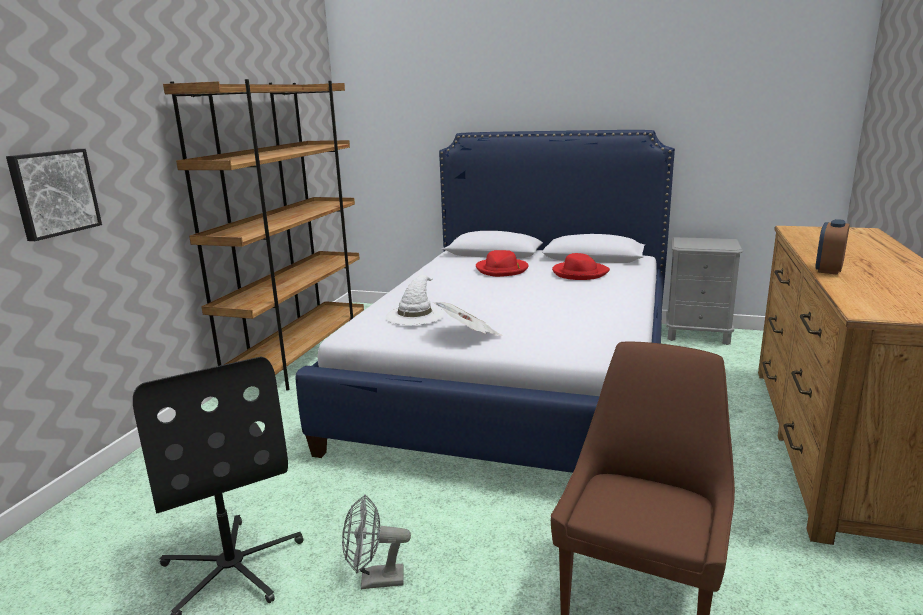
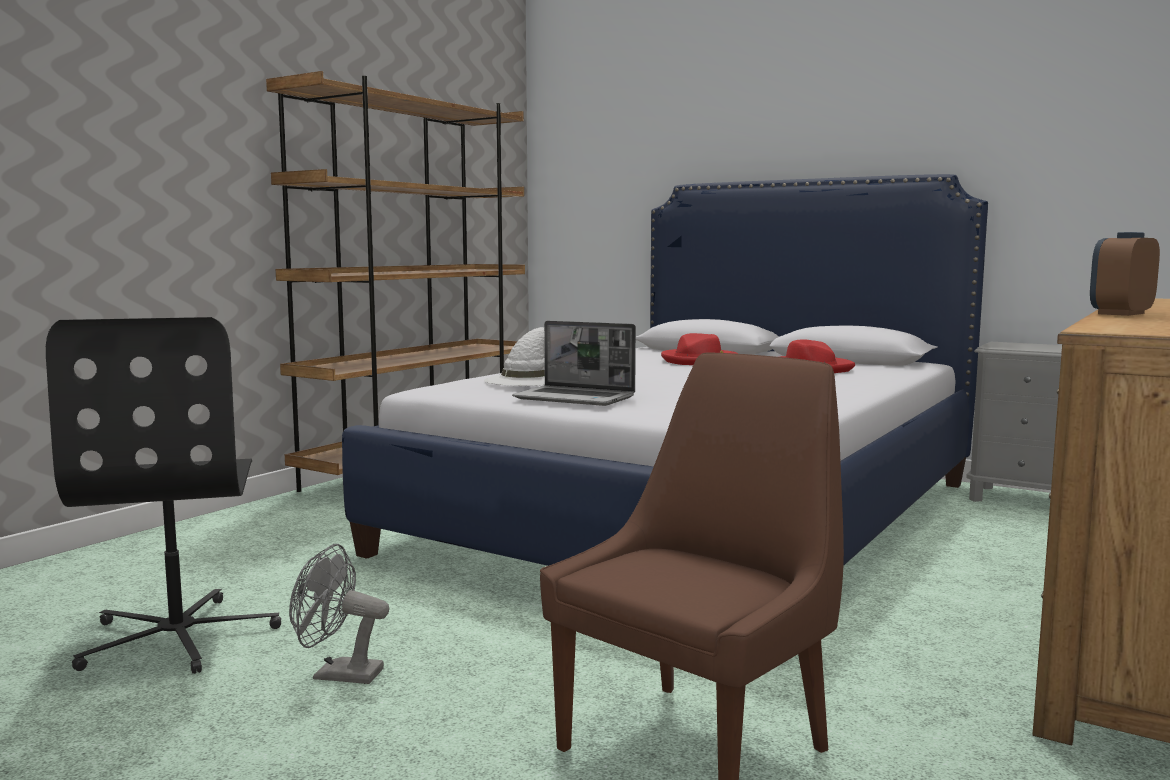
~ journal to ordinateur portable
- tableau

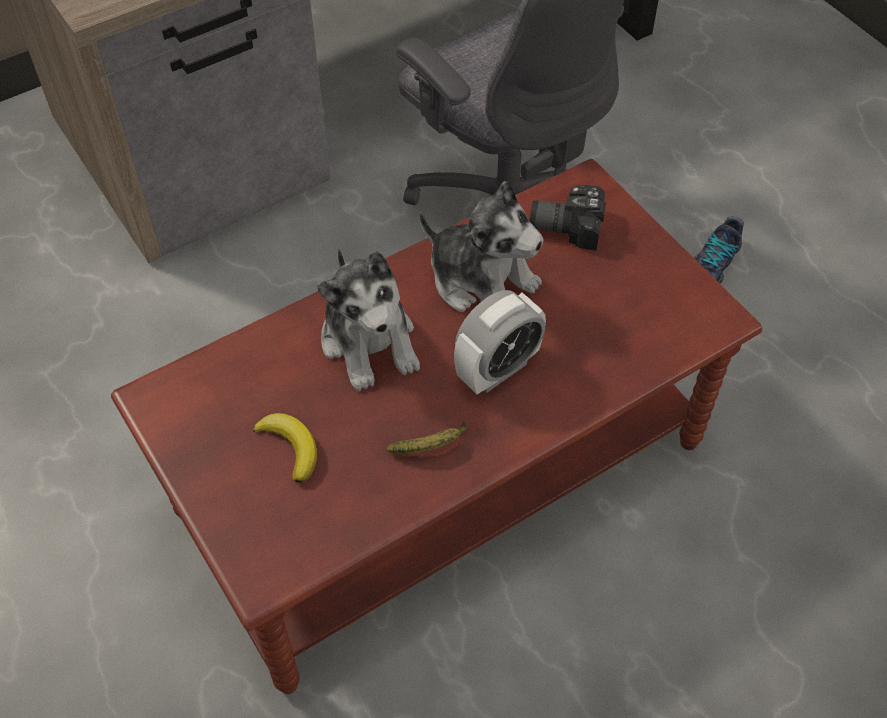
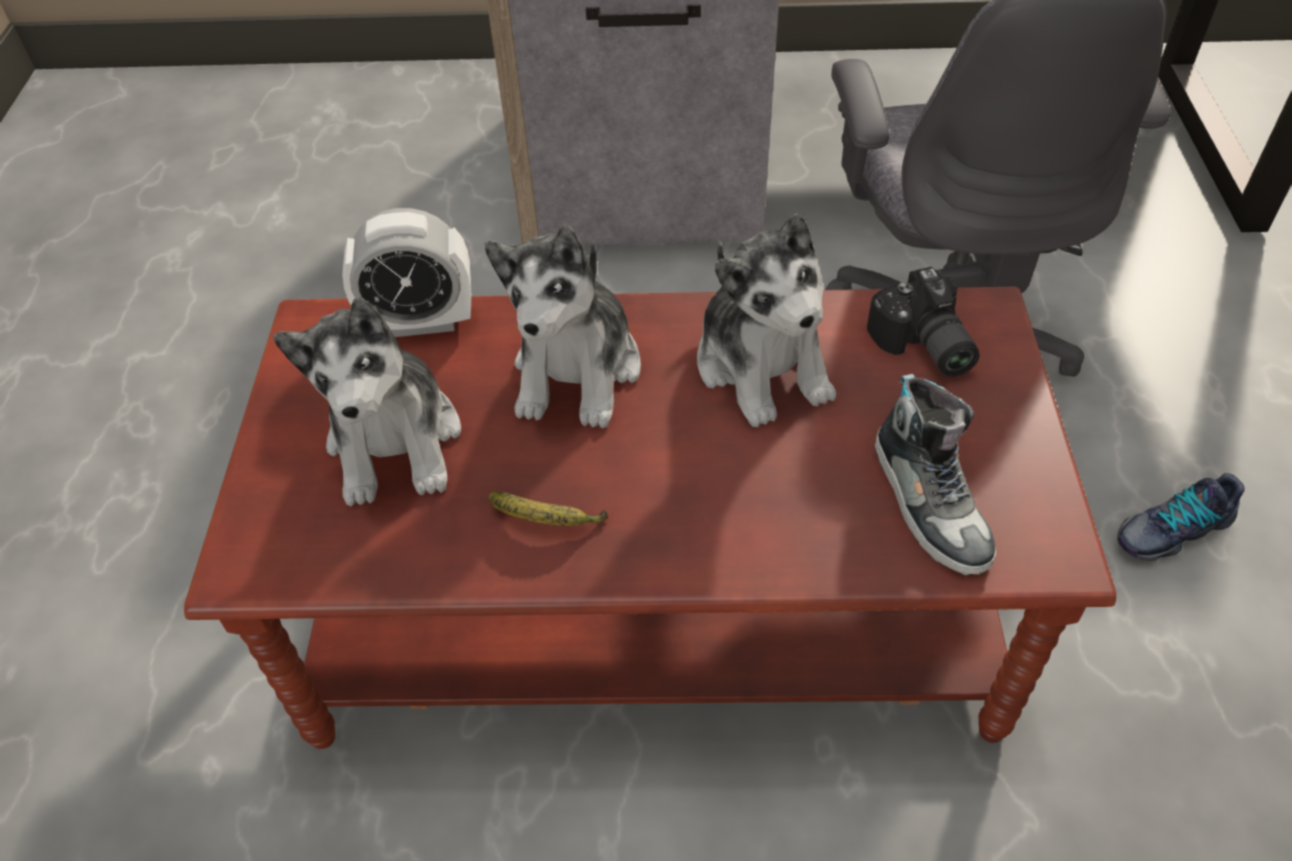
~ banane (no. 1 from left) to peluche (no. 1 from left)
~ réveil
~ appareil photo 150 degrees counterclockwise
+ chaussure (no. 1 from left)

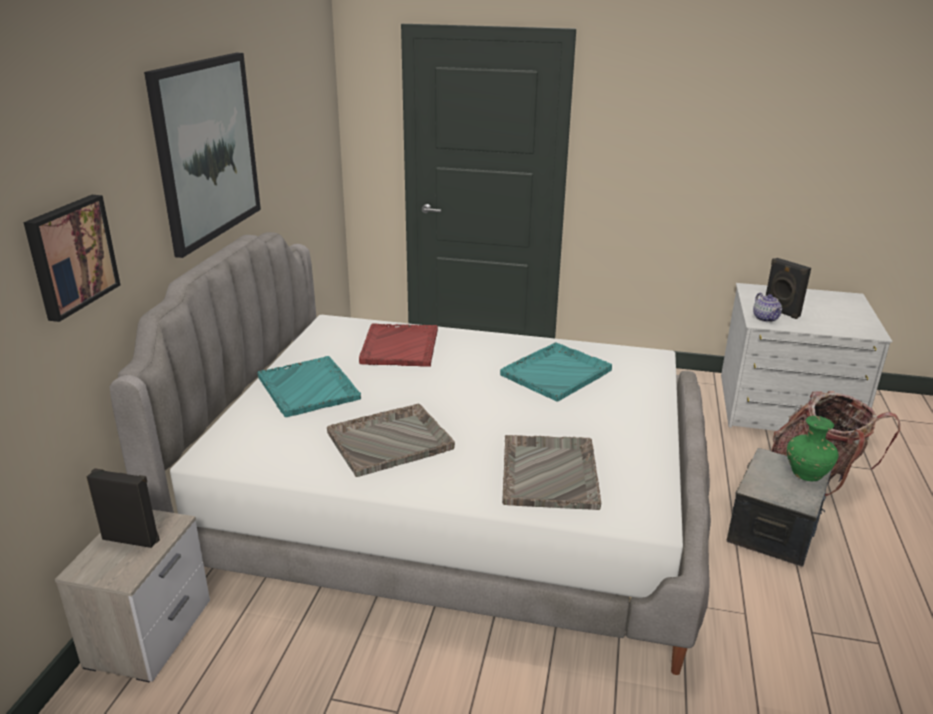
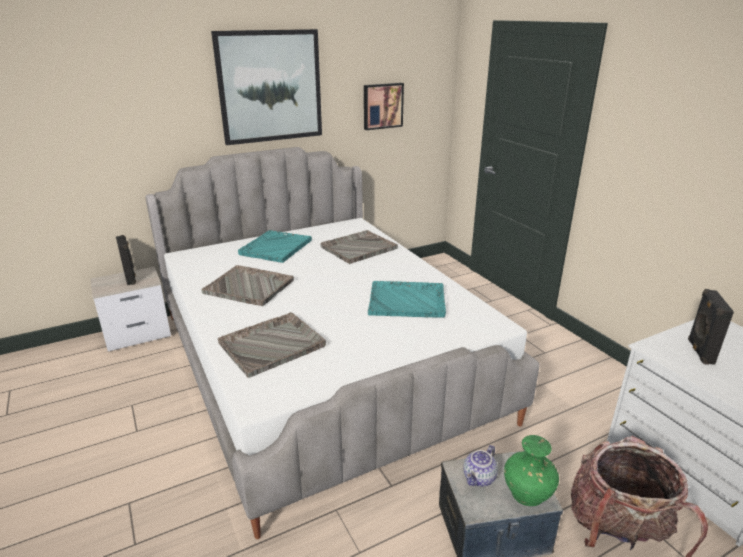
~ plateau (rouge) to plateau (gris) (no. 3 from left)
~ tableau (no. 1 from left in the first image) to tableau (no. 2 from left)
~ théière

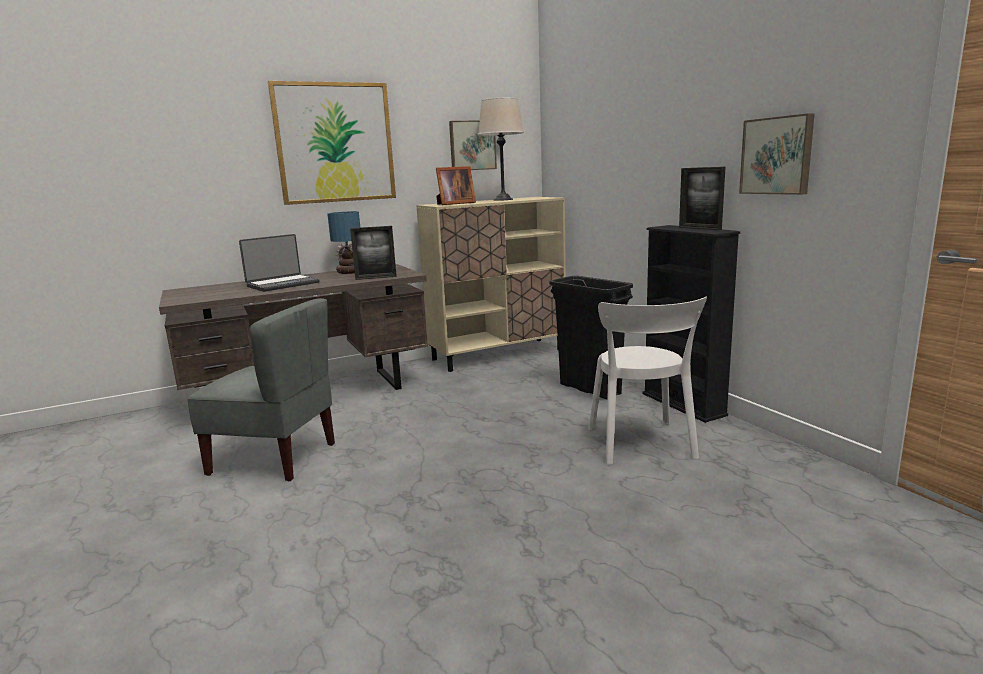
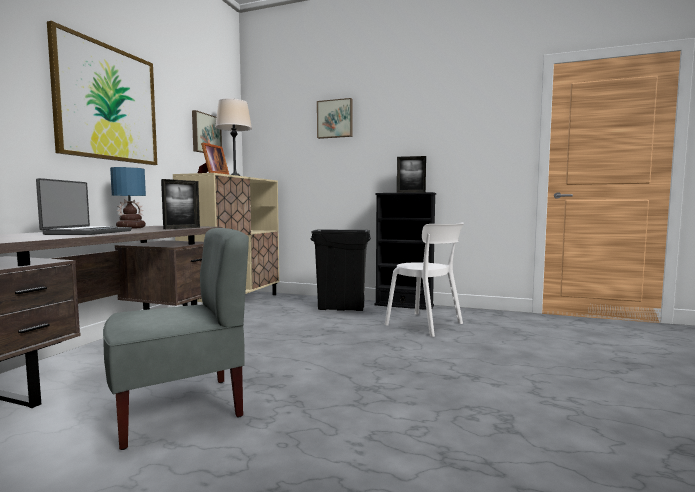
~ tableau (no. 3 from left)

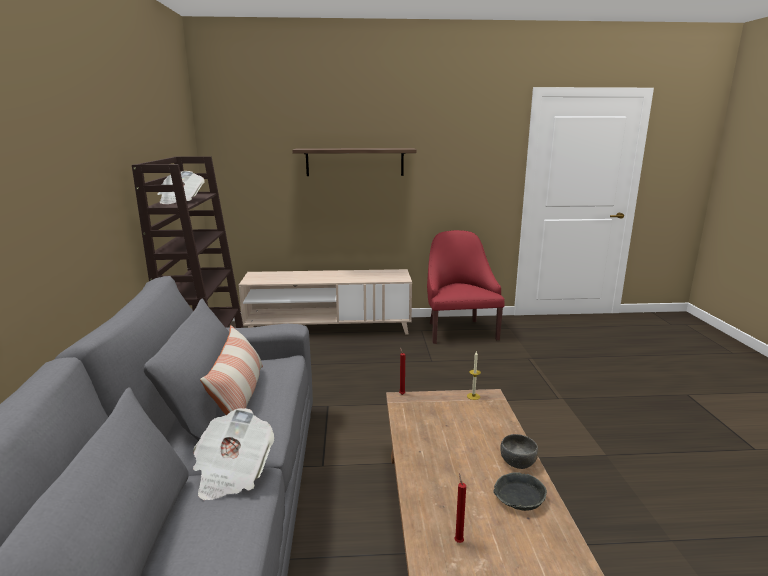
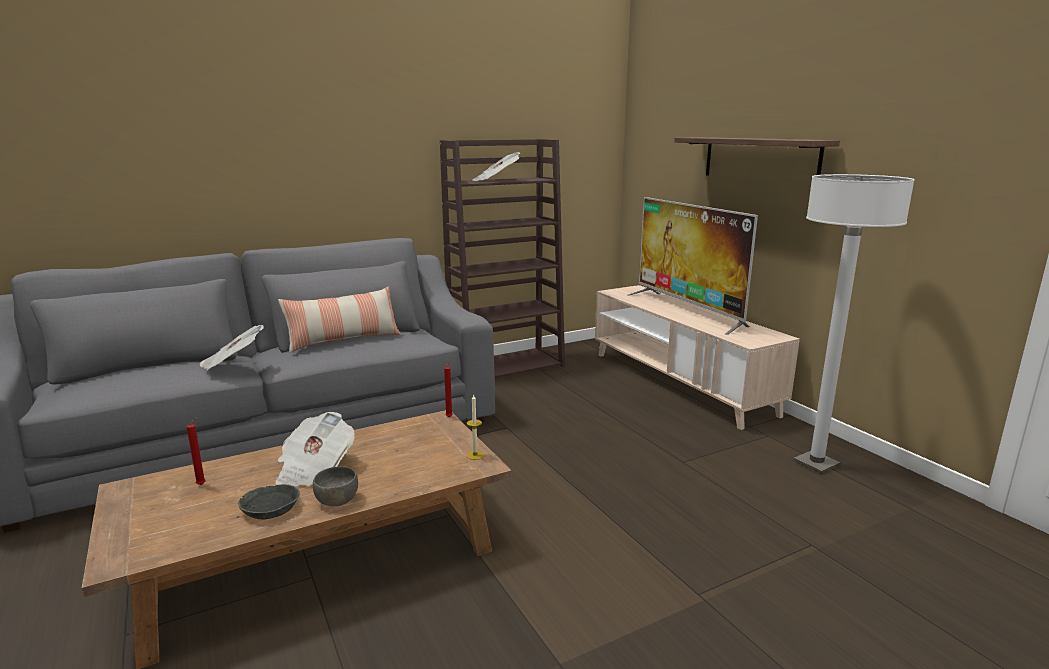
+ journal (no. 2 from left)
+ téléviseur
~ fauteuil (rouge) to lampadaire (blanc)

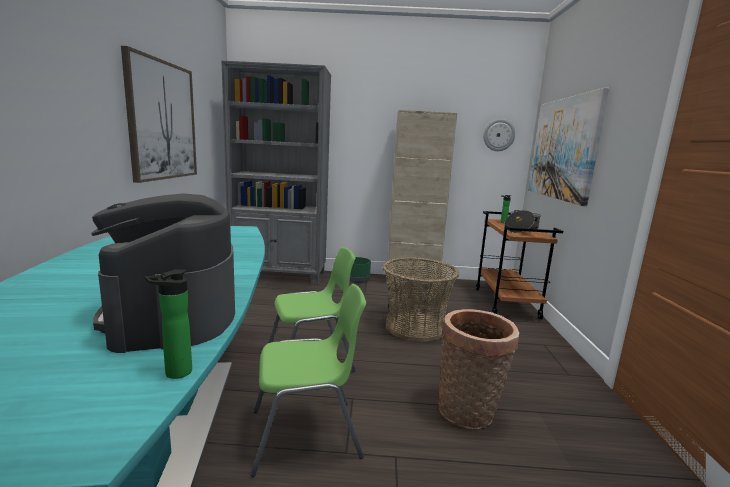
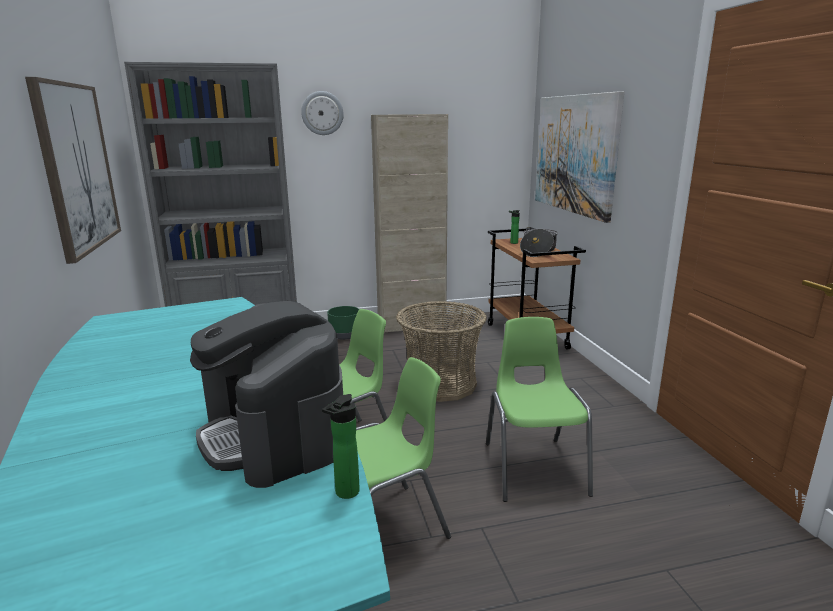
~ horloge murale
~ panier (no. 2 from left) to chaise (vert) (no. 3 from left)

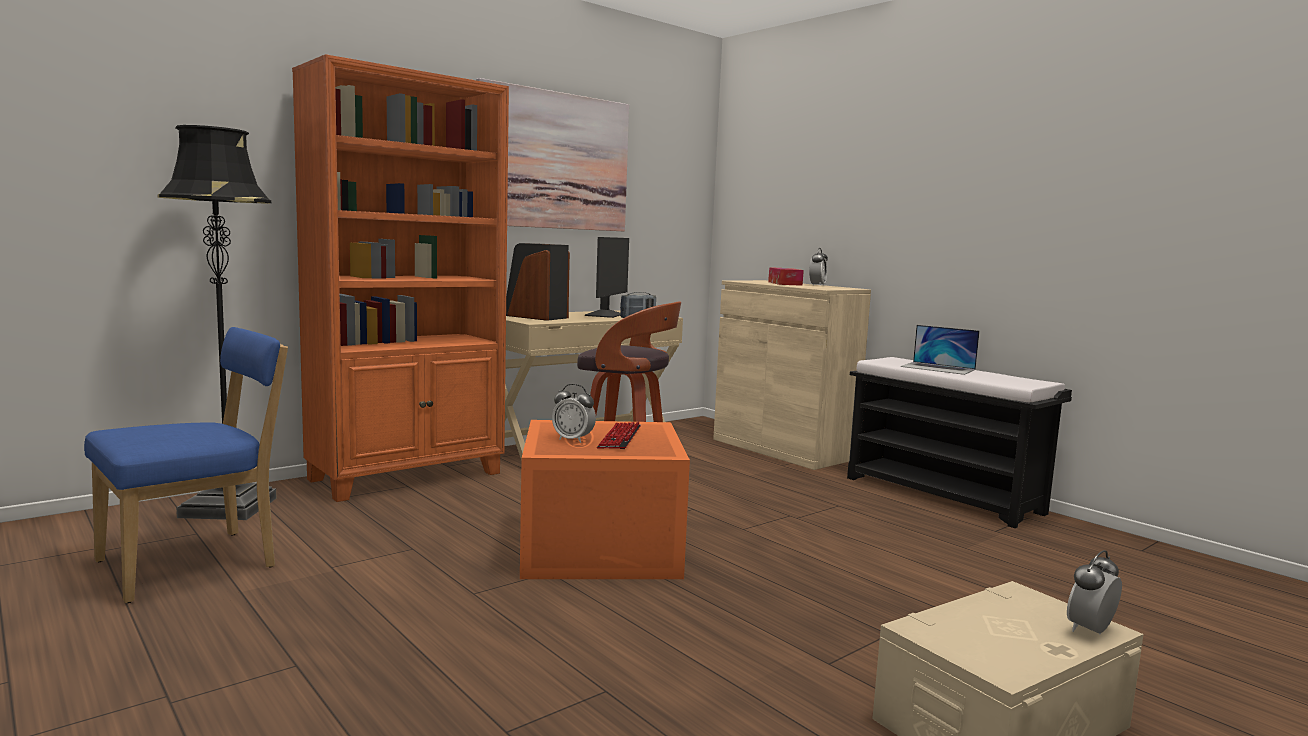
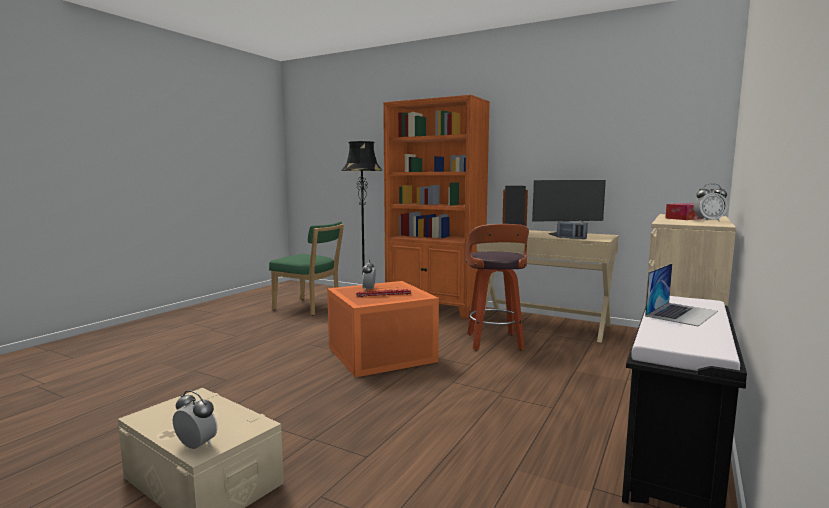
~ chaise (bleu) to chaise (vert)
~ ordinateur portable 150 degrees counterclockwise
- tableau

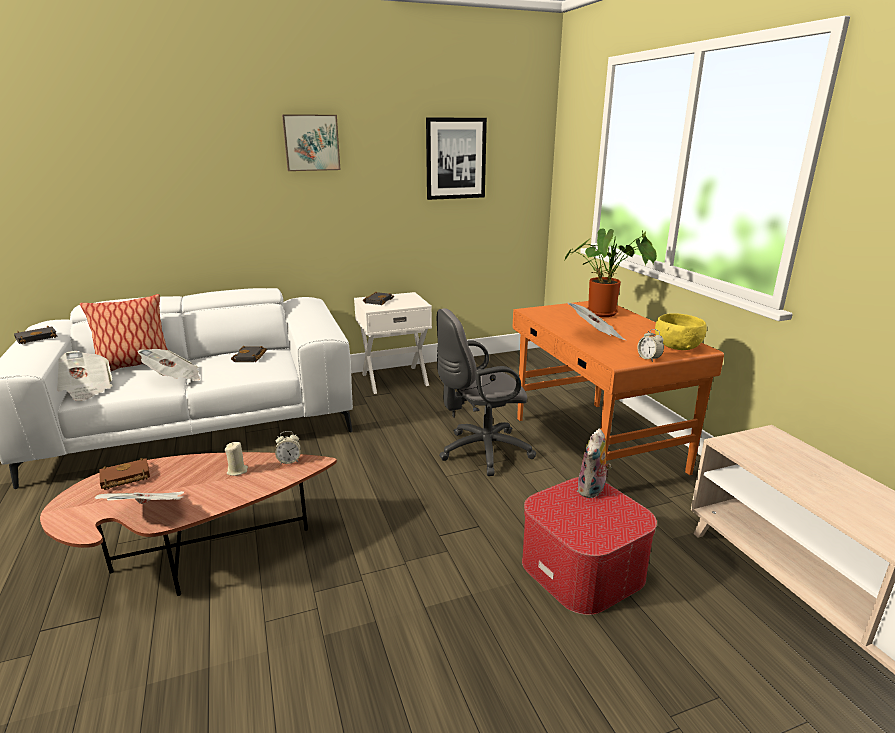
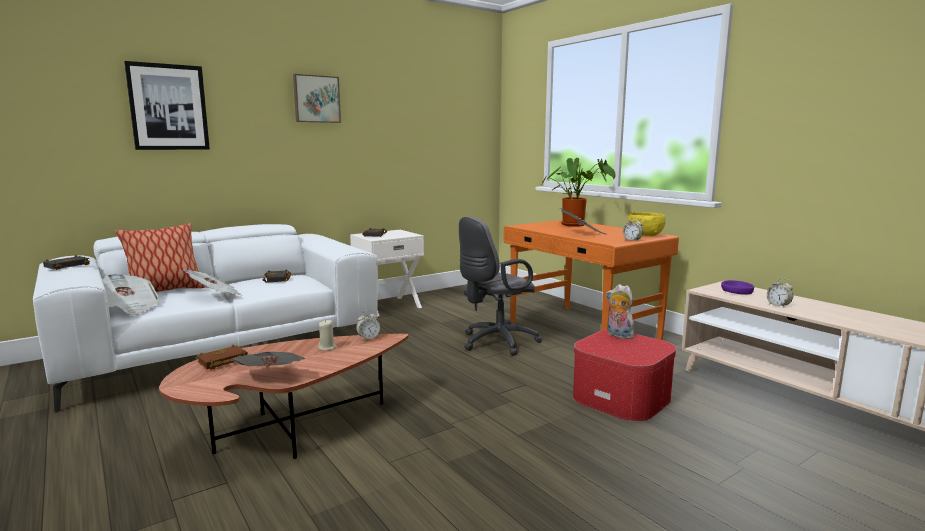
~ tableau (no. 2 from left in the first image) to tableau (no. 1 from left)
~ peluche 120 degrees clockwise
+ bol (violet)
+ réveil (no. 3 from left)

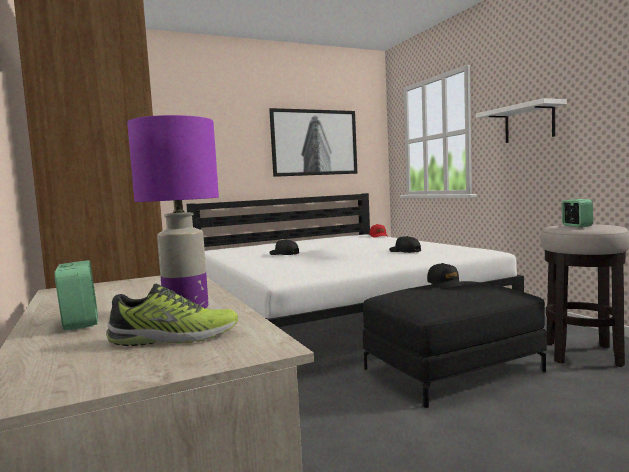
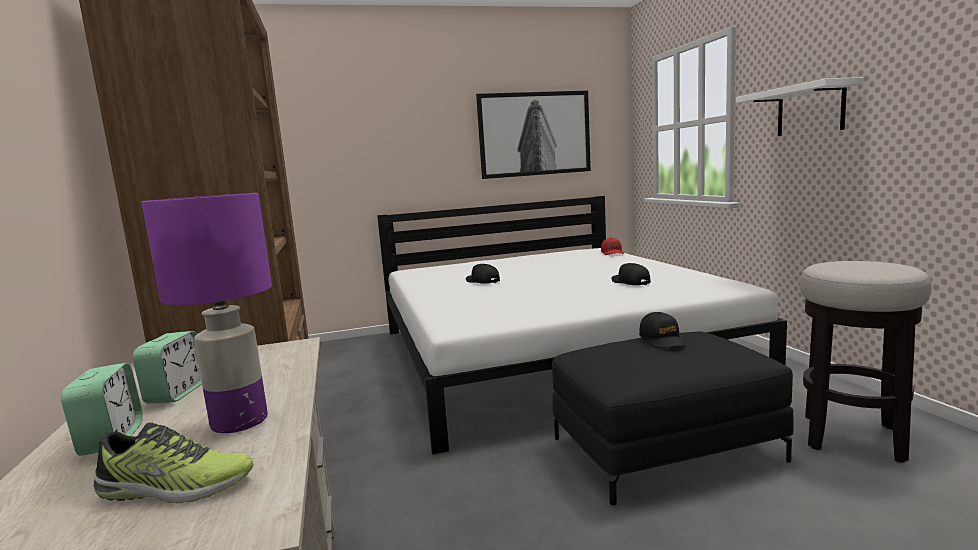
~ réveil (no. 2 from left)

